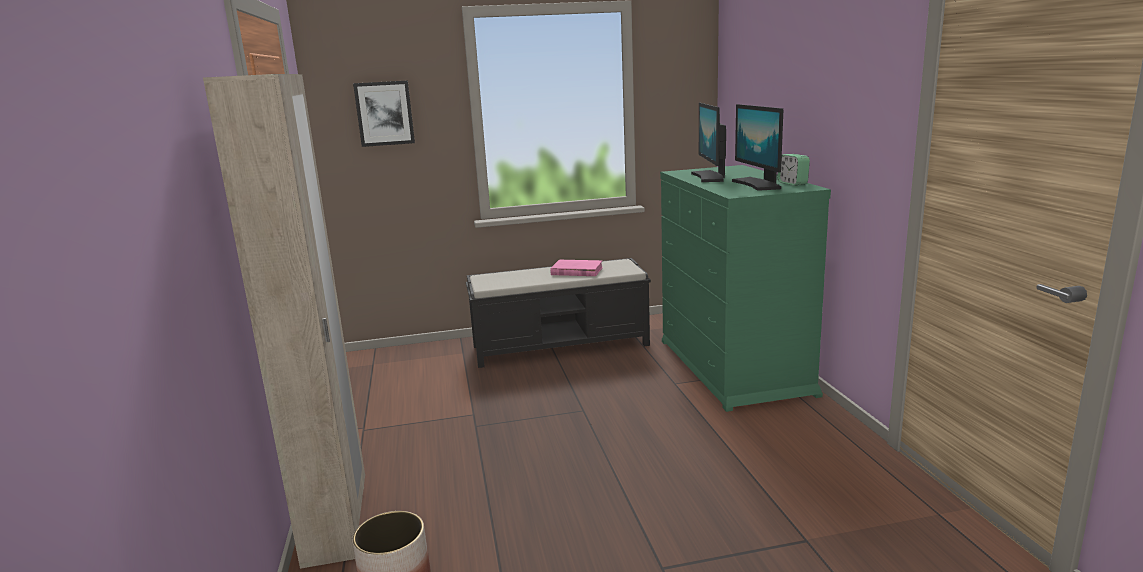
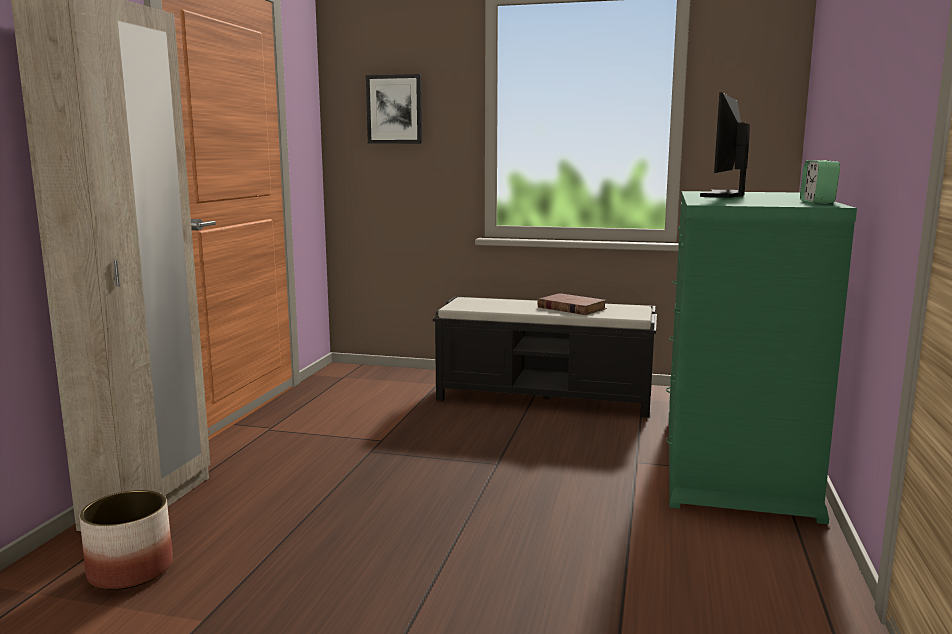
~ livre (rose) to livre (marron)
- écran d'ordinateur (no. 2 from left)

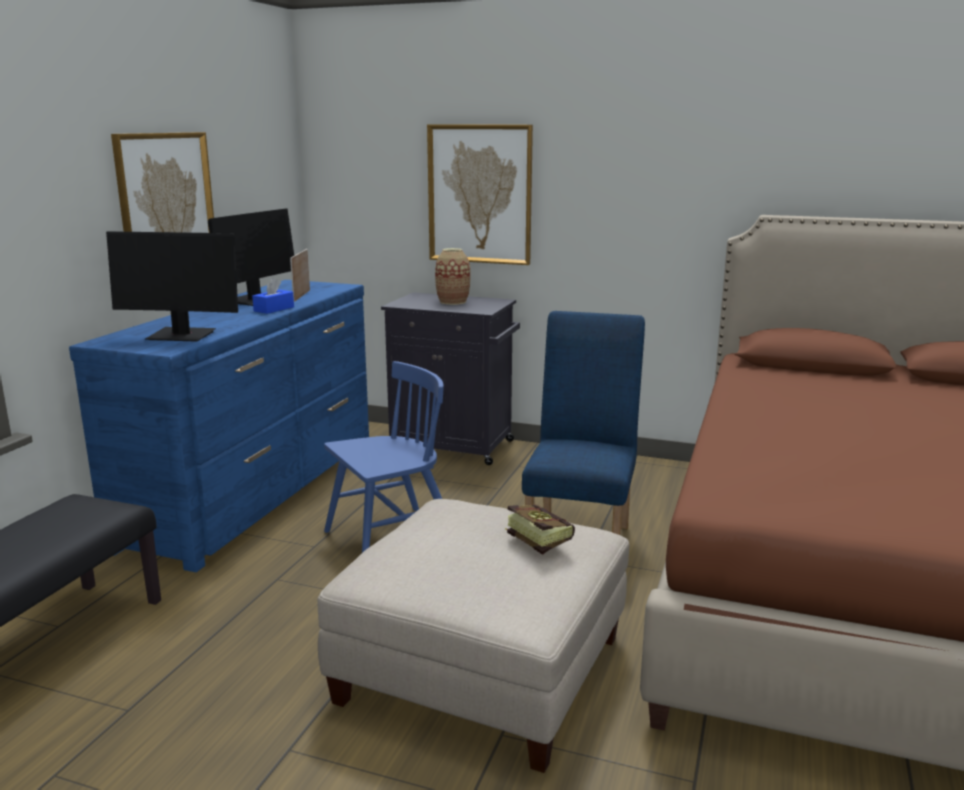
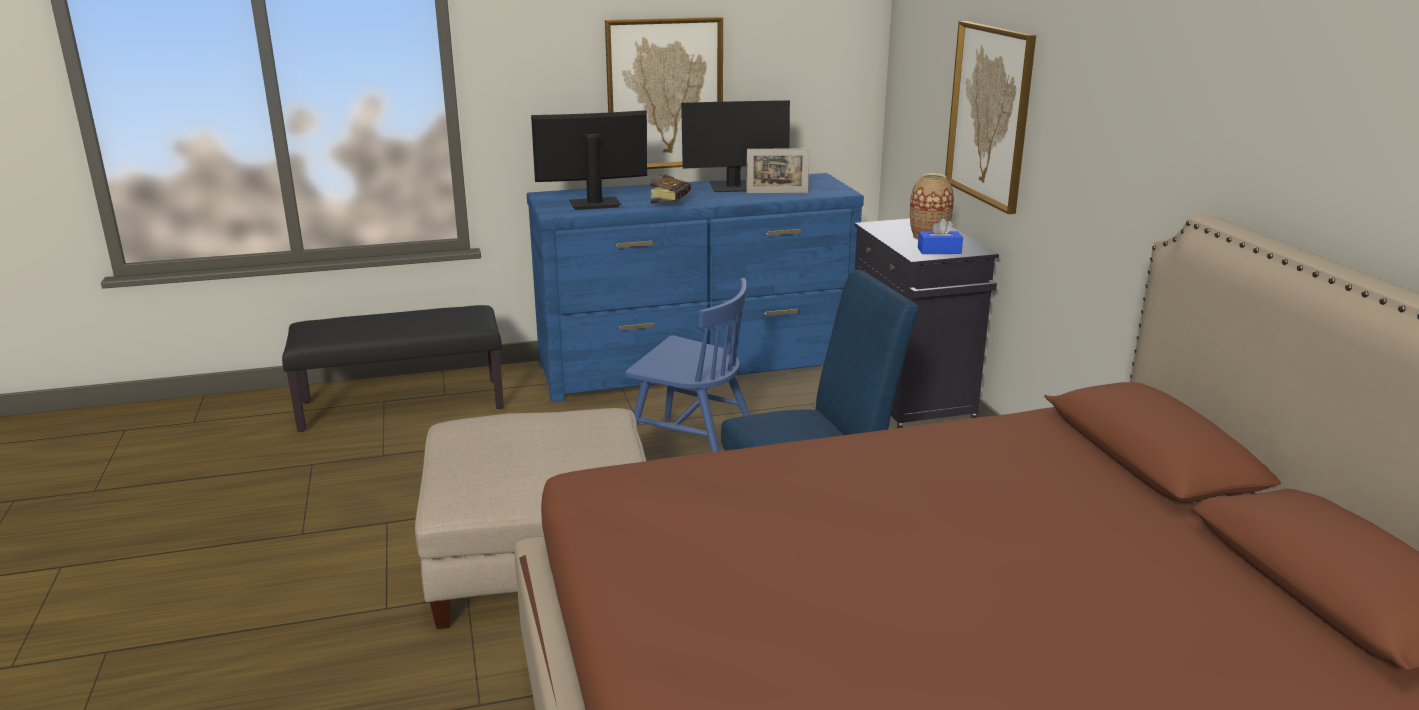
~ écran d'ordinateur (no. 1 from left) 105 degrees clockwise
~ livre
~ cadre photo 150 degrees counterclockwise
~ boîte à mouchoirs (bleu)

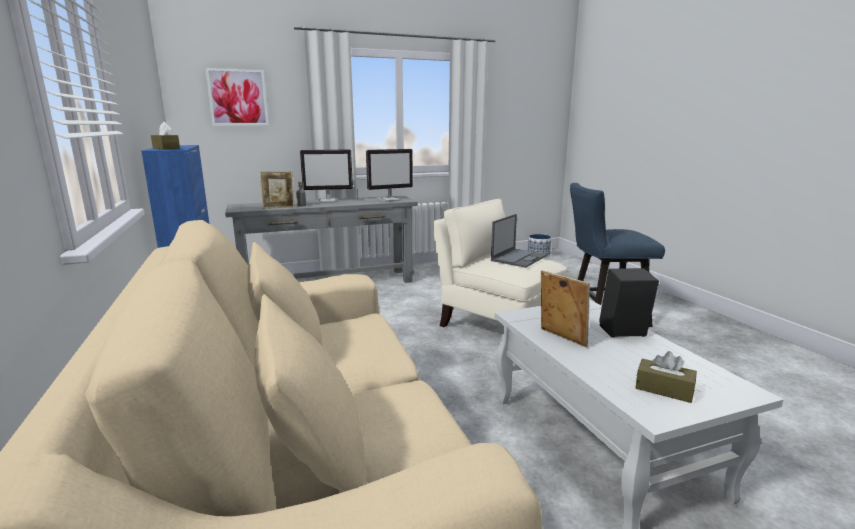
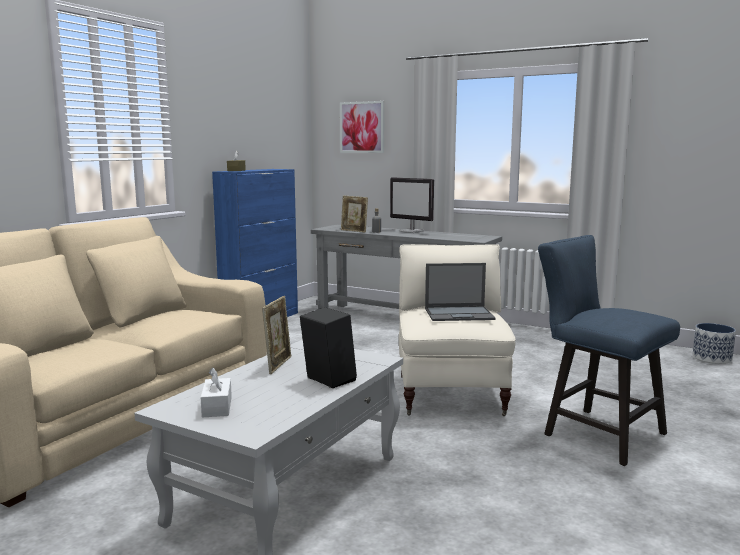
~ boîte à mouchoirs (marron) (no. 2 from left) to boîte à mouchoirs (blanc)
- écran d'ordinateur (no. 2 from left)

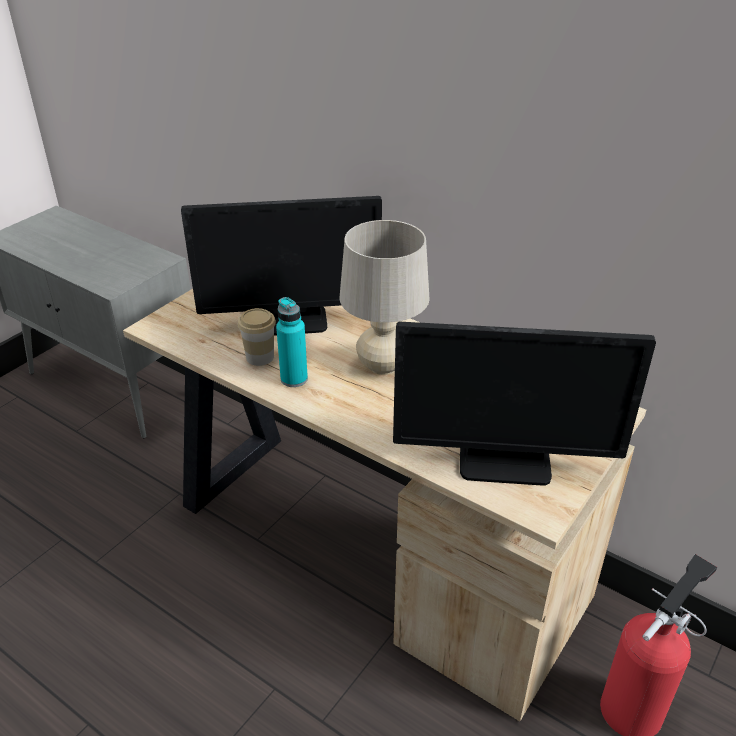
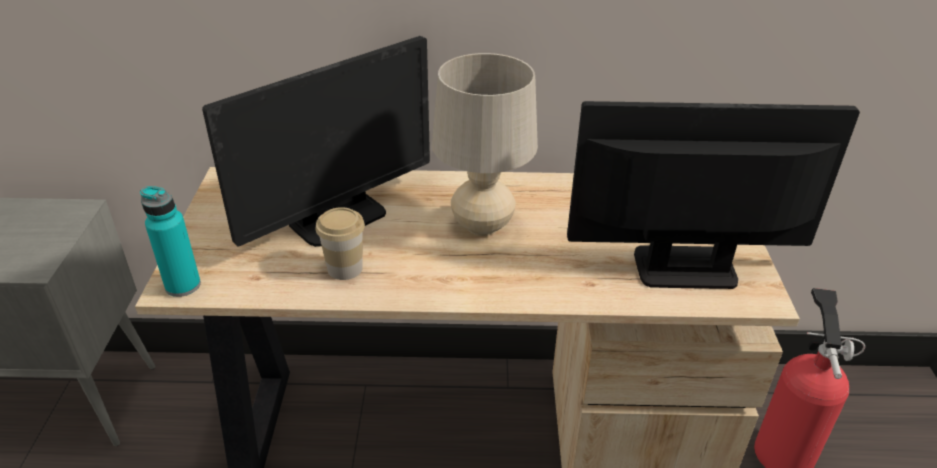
~ bouteille (turquoise)
~ écran d'ordinateur (no. 2 from left) 150 degrees counterclockwise

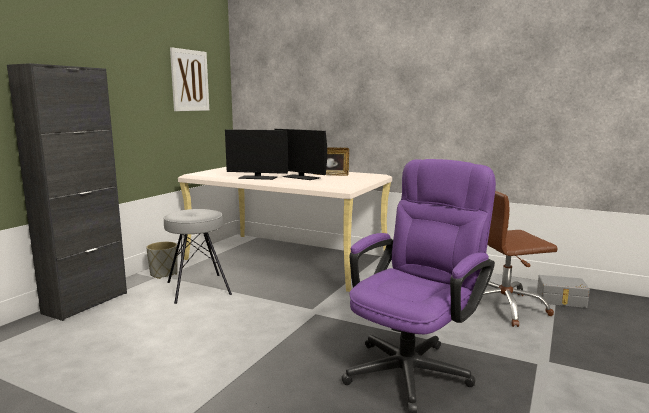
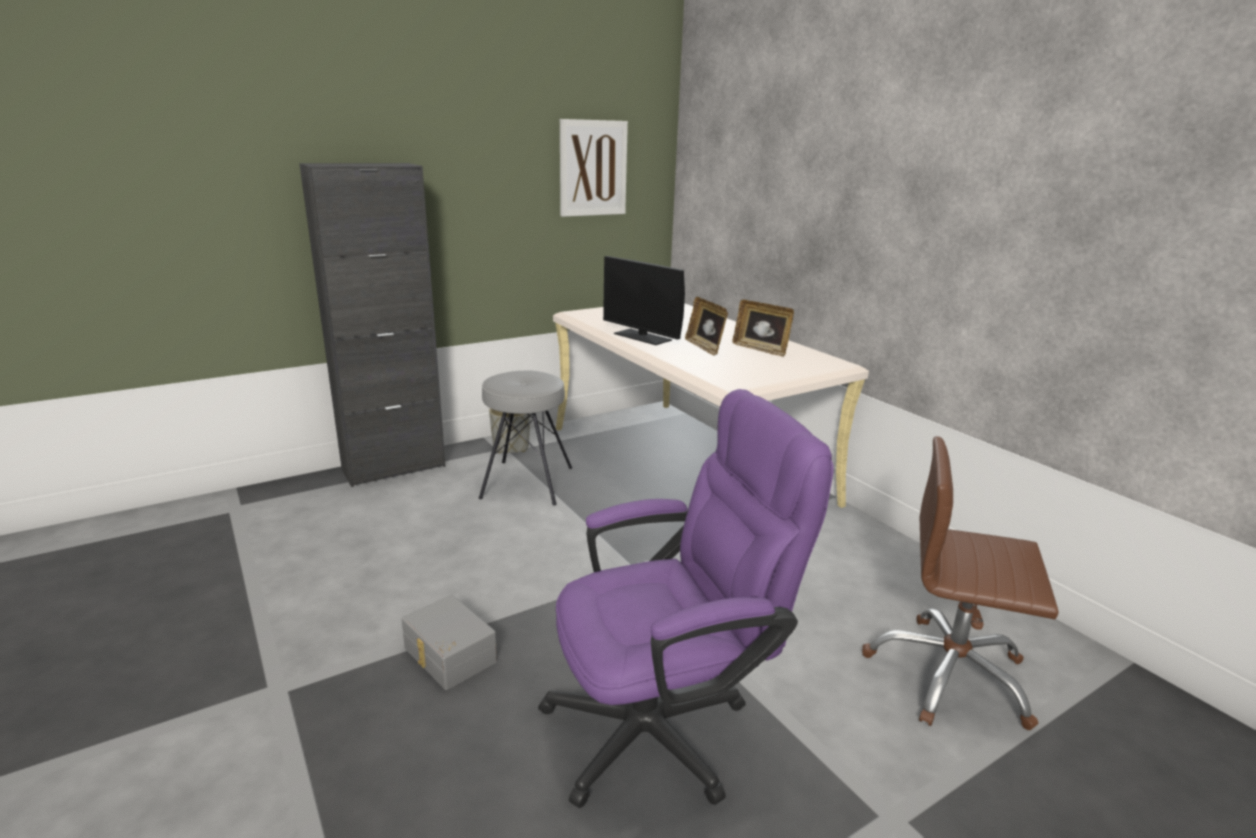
~ boîte de rangement (gris)
~ écran d'ordinateur (no. 2 from left) to cadre photo (no. 1 from left)

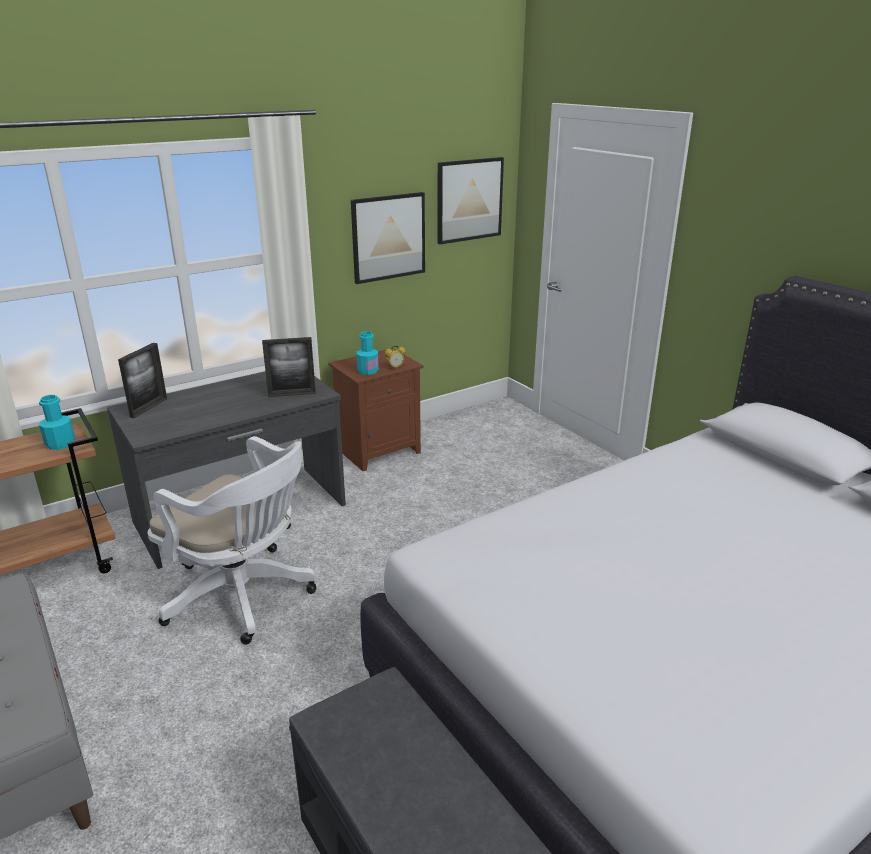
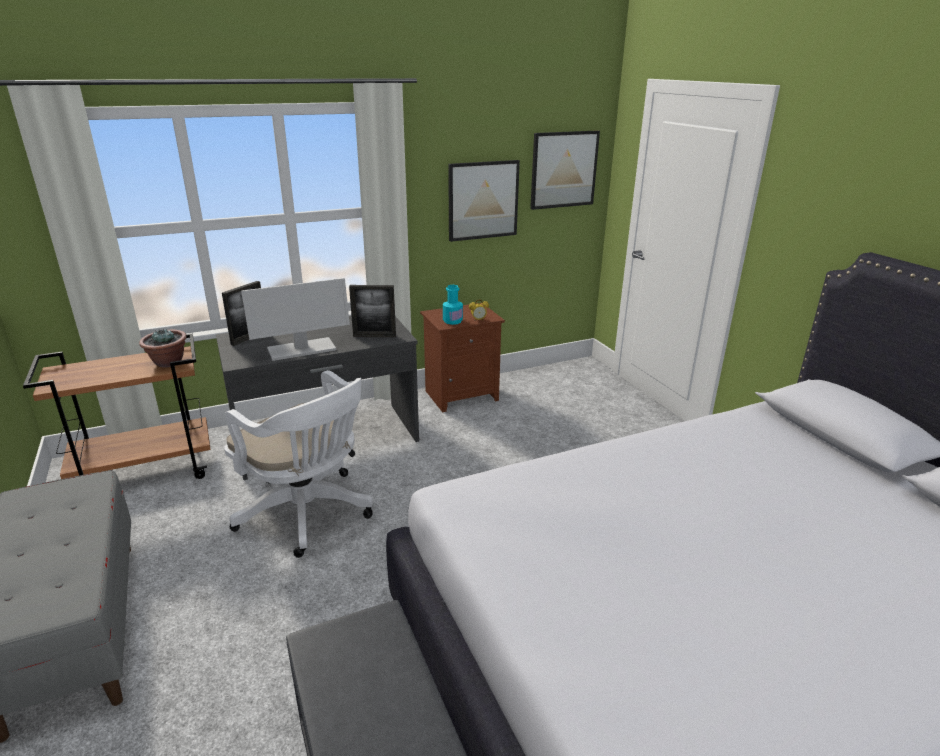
~ bouteille (turquoise) (no. 1 from left) to plante en pot
+ écran d'ordinateur

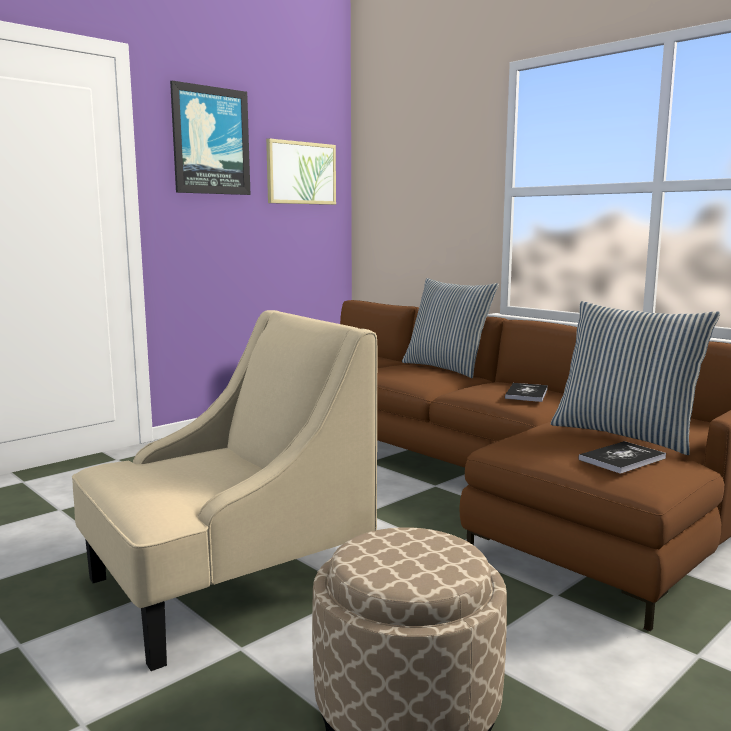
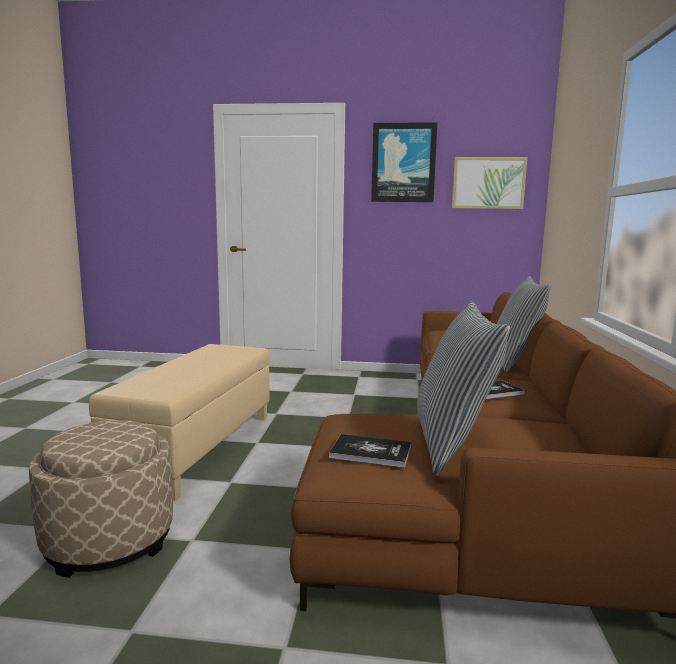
~ fauteuil (beige) to pouf (beige) (no. 2 from left)

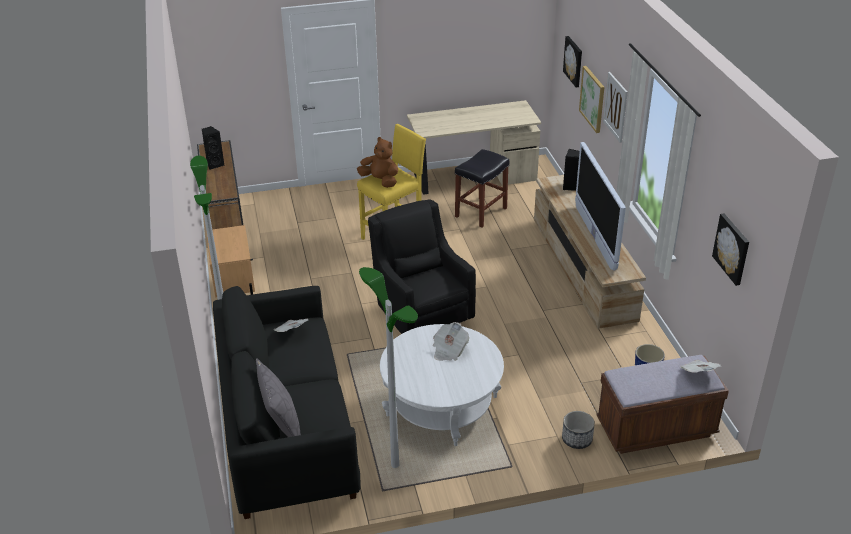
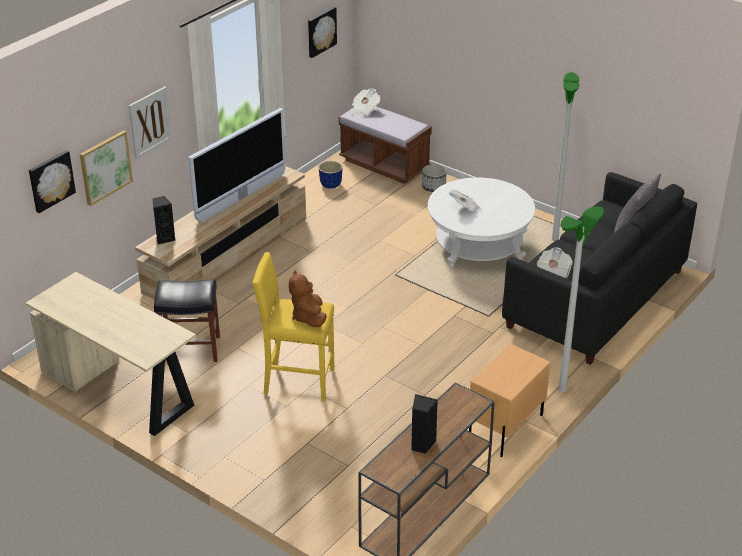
- fauteuil (noir)

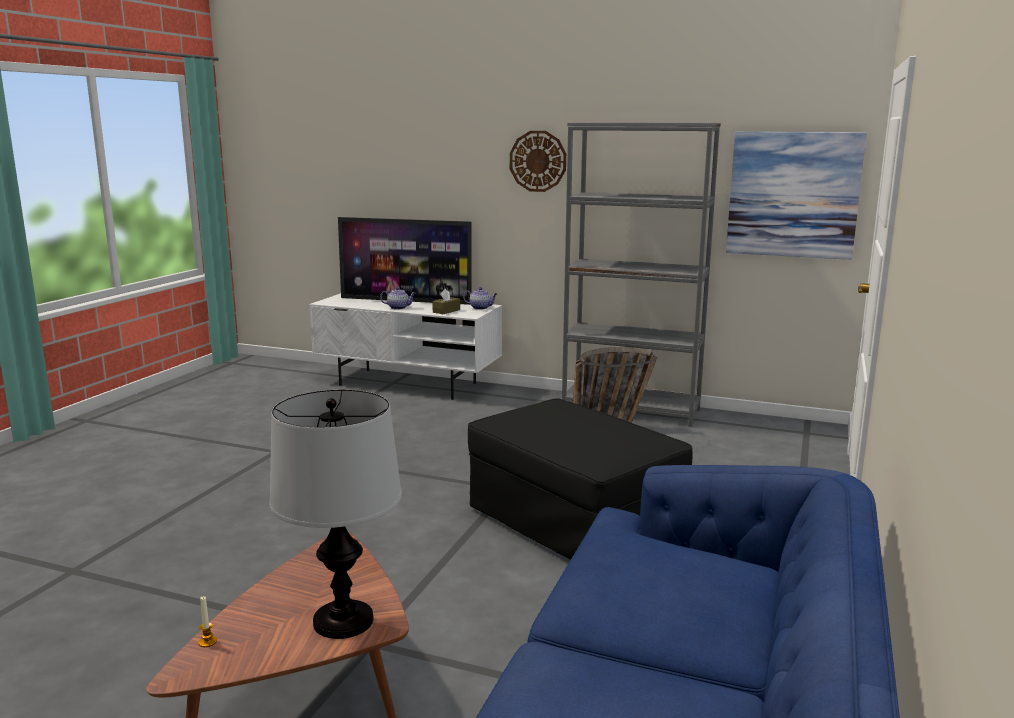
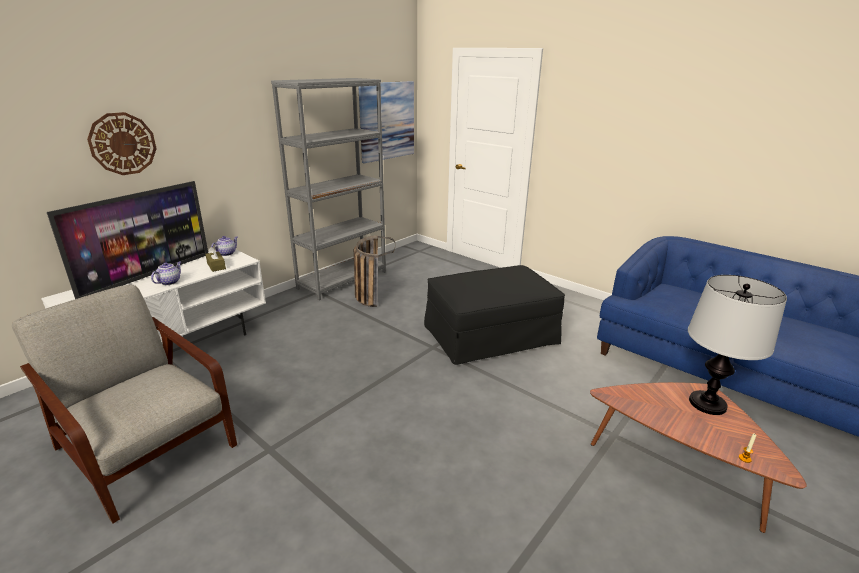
+ fauteuil (gris)
~ horloge murale

